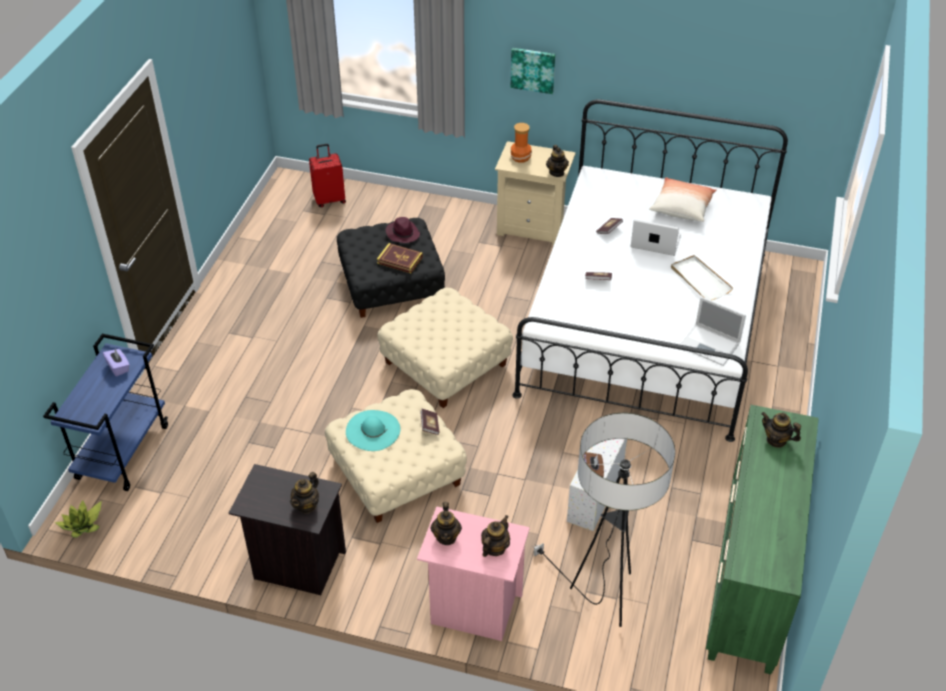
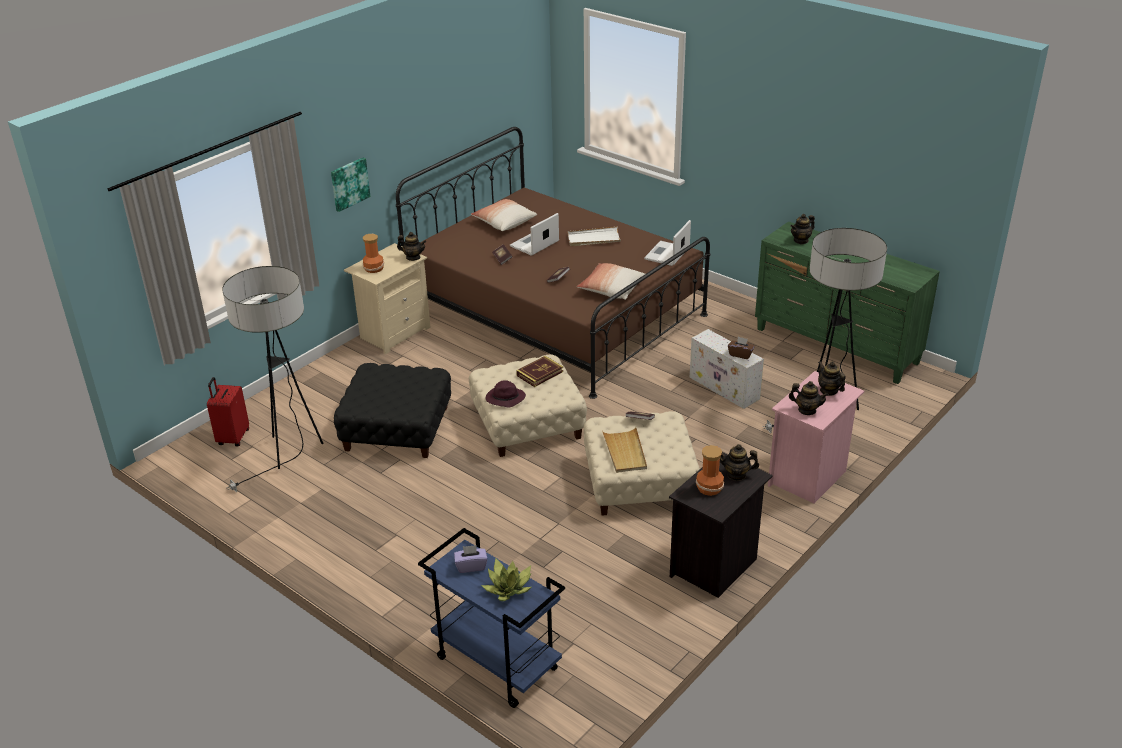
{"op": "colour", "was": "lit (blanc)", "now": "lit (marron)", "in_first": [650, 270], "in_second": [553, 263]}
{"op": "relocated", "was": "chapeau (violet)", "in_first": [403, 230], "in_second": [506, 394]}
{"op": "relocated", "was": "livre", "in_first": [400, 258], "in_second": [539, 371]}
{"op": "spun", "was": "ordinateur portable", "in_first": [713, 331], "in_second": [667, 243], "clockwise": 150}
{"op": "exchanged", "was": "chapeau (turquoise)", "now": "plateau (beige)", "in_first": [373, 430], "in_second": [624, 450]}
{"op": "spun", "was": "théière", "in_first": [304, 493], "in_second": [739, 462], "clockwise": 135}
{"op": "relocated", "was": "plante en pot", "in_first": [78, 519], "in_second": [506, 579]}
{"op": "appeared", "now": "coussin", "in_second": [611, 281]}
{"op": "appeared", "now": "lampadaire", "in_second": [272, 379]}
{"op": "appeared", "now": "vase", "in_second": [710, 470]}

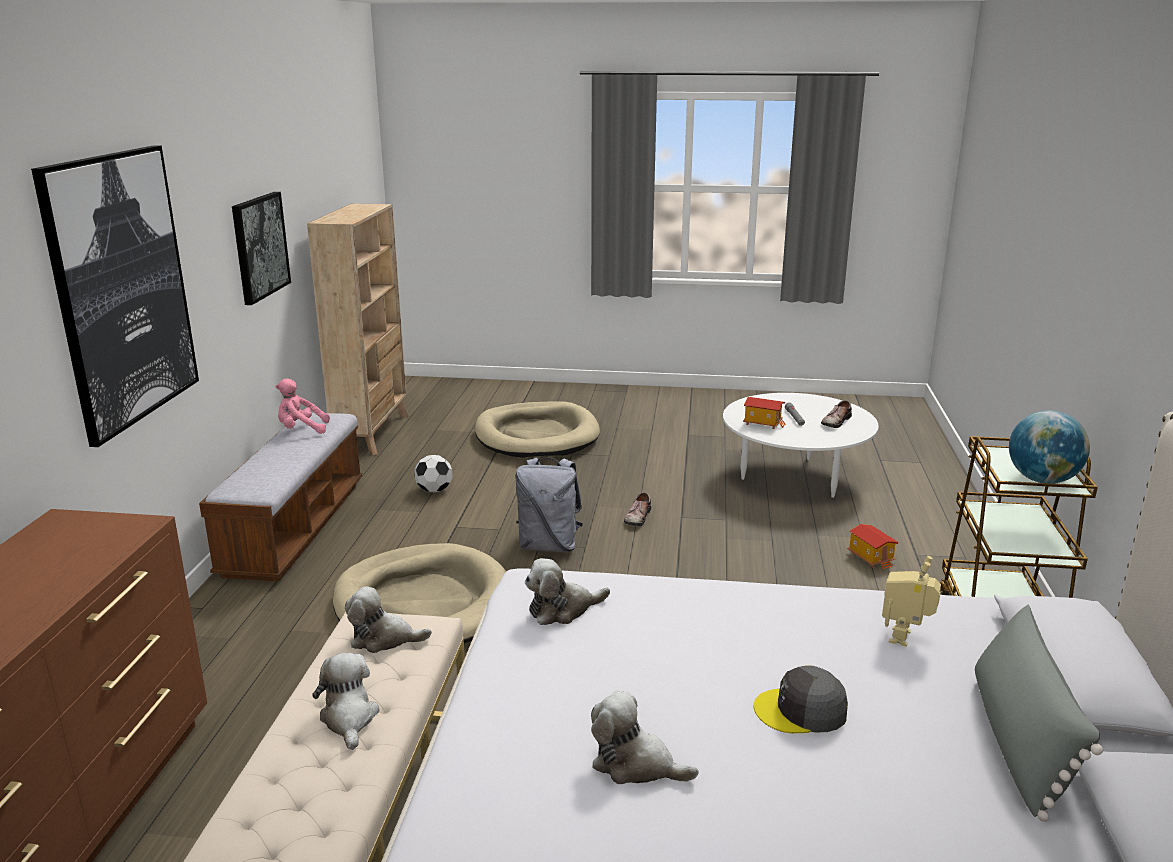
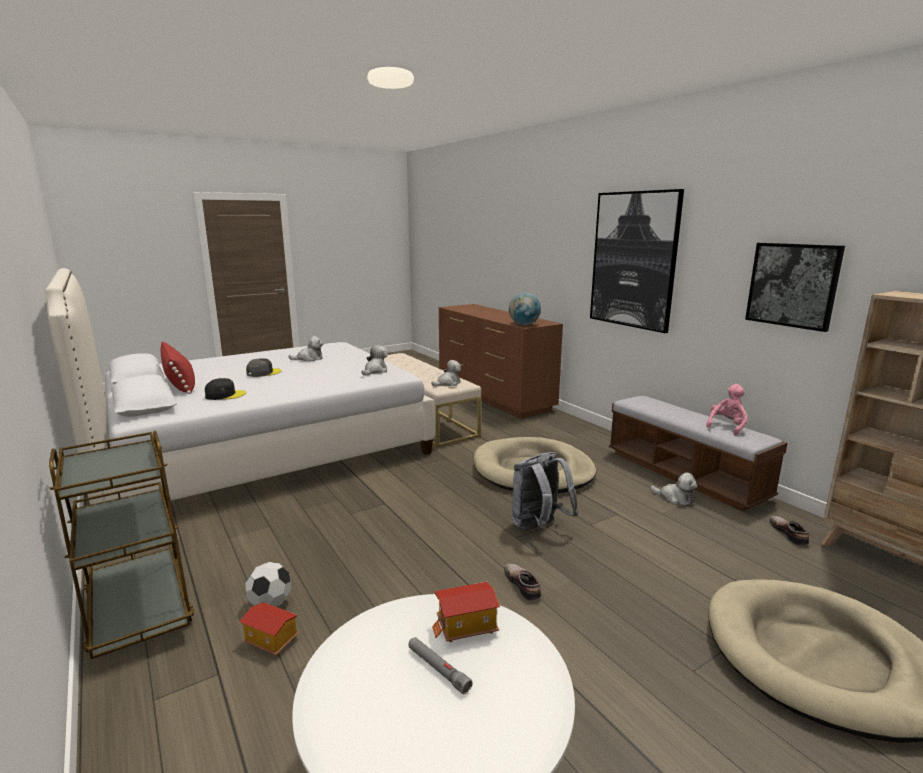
{"op": "relocated", "was": "chaussure", "in_first": [836, 414], "in_second": [789, 530]}
{"op": "relocated", "was": "globe", "in_first": [1049, 447], "in_second": [525, 309]}
{"op": "relocated", "was": "ballon de foot", "in_first": [433, 473], "in_second": [268, 584]}
{"op": "exchanged", "was": "robot jouet", "now": "casquette (noir)", "in_first": [911, 601], "in_second": [225, 389]}
{"op": "colour", "was": "coussin (gris)", "now": "coussin (rouge)", "in_first": [1039, 713], "in_second": [178, 367]}
{"op": "relocated", "was": "peluche", "in_first": [345, 701], "in_second": [673, 489]}

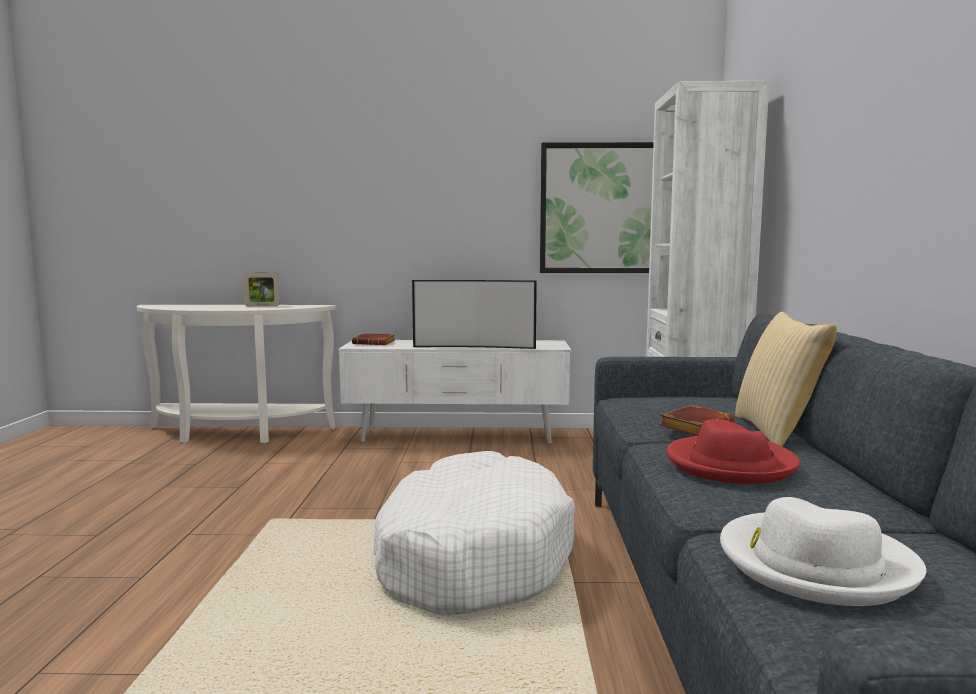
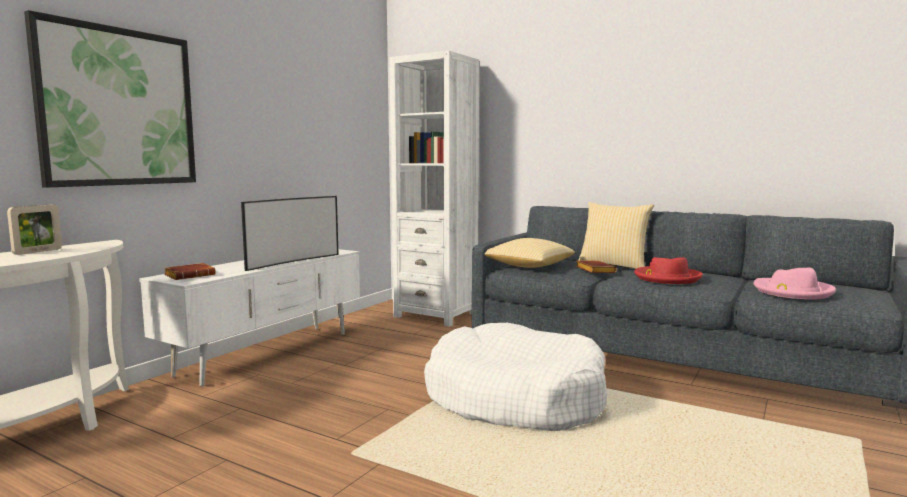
{"op": "relocated", "was": "tableau", "in_first": [597, 207], "in_second": [110, 99]}
{"op": "colour", "was": "chapeau (blanc)", "now": "chapeau (rose)", "in_first": [823, 551], "in_second": [795, 283]}
{"op": "appeared", "now": "coussin", "in_second": [530, 253]}

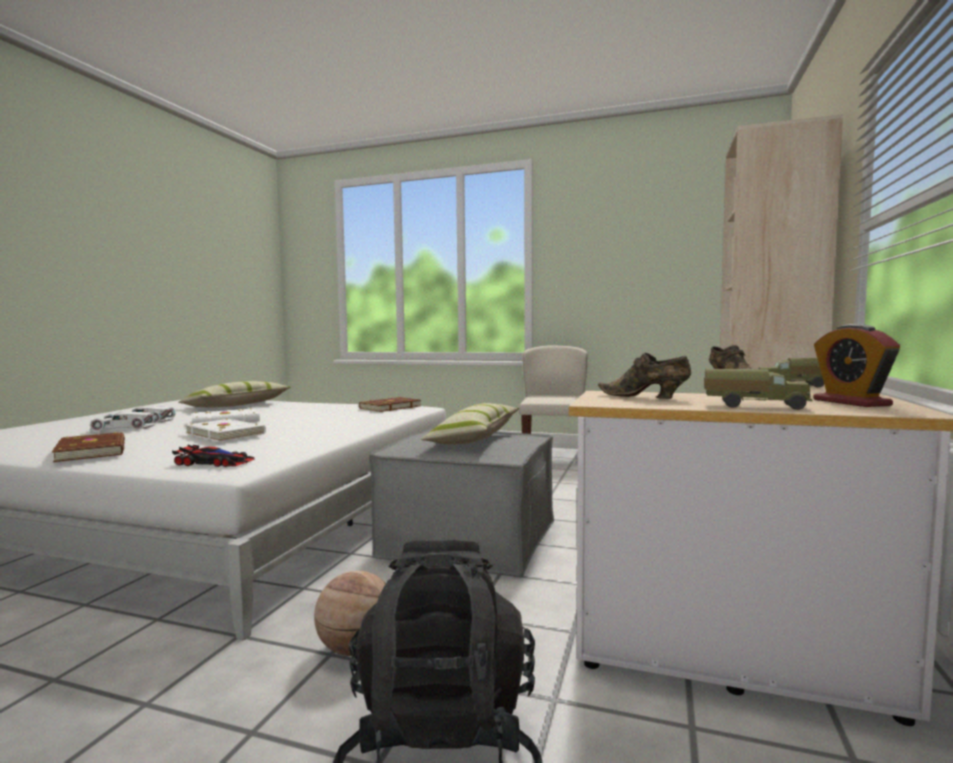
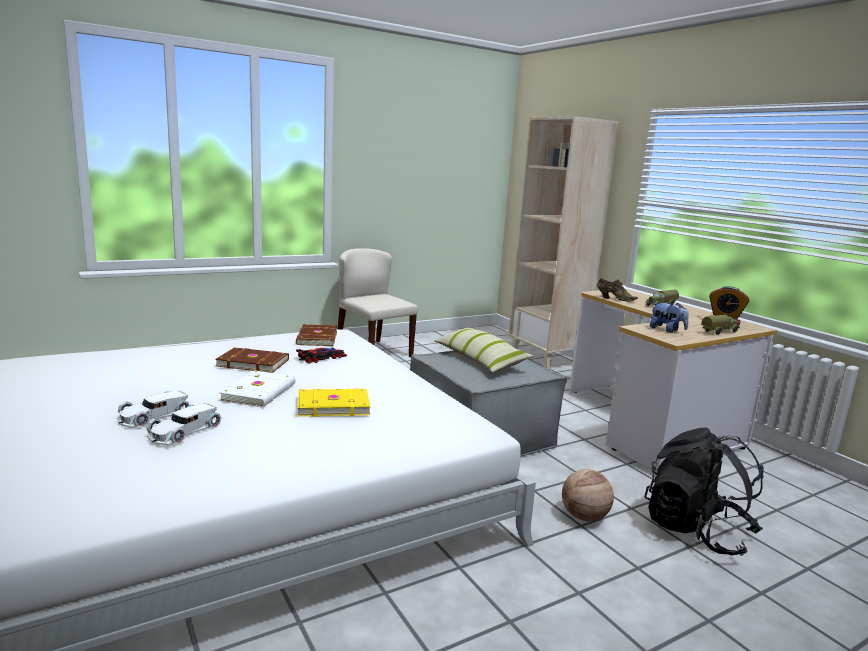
{"op": "exchanged", "was": "chaussure (marron)", "now": "peluche", "in_first": [644, 376], "in_second": [669, 318]}
{"op": "missing", "was": "coussin", "in_first": [235, 394]}
{"op": "colour", "was": "livre (blanc)", "now": "livre (jaune)", "in_first": [225, 430], "in_second": [333, 402]}
{"op": "relocated", "was": "livre (marron)", "in_first": [88, 447], "in_second": [252, 360]}
{"op": "relocated", "was": "petite voiture", "in_first": [213, 456], "in_second": [321, 356]}

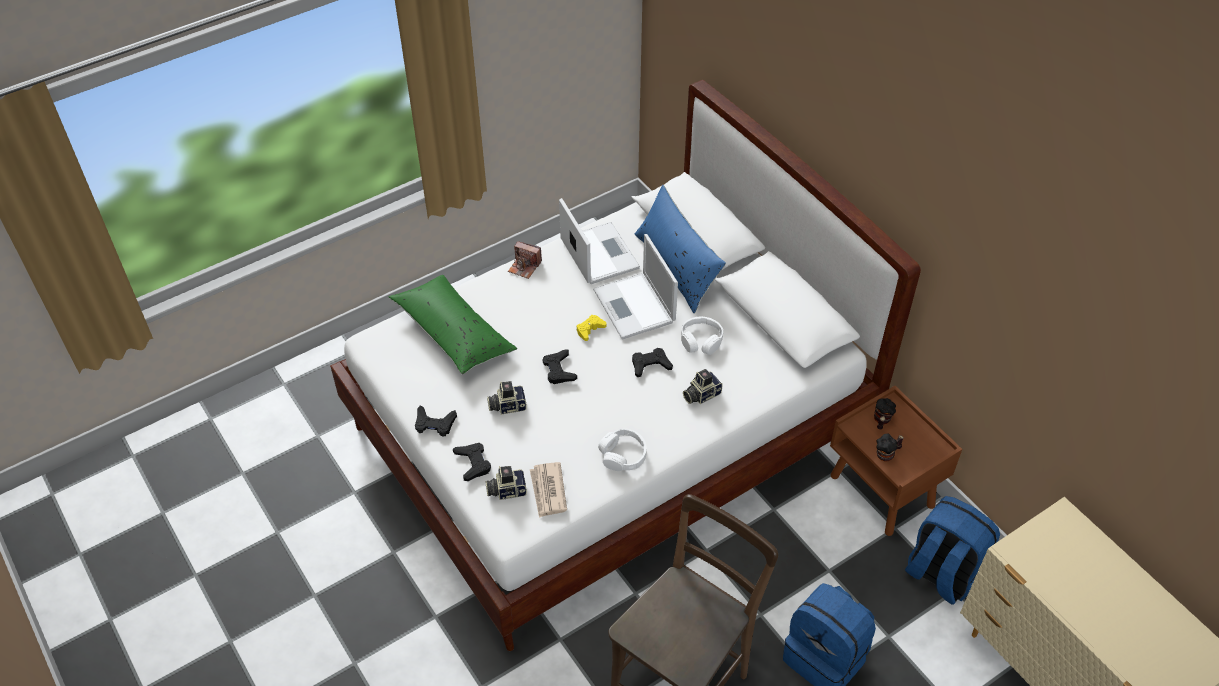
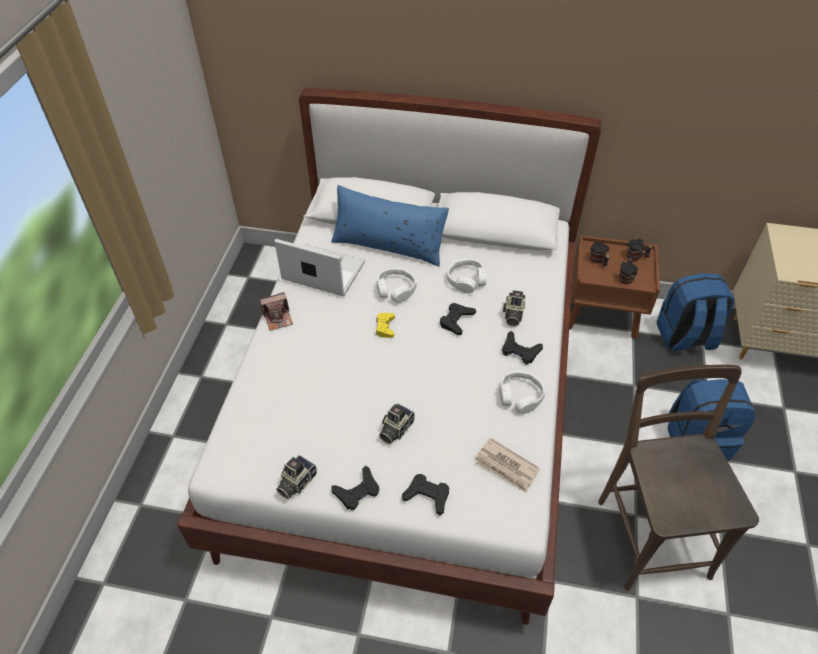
{"op": "exchanged", "was": "ordinateur portable", "now": "casque audio (blanc)", "in_first": [635, 287], "in_second": [396, 285]}
{"op": "missing", "was": "coussin (vert)", "in_first": [452, 325]}
{"op": "relocated", "was": "manette (noir)", "in_first": [560, 366], "in_second": [522, 348]}
{"op": "relocated", "was": "appareil photo", "in_first": [506, 483], "in_second": [296, 477]}
{"op": "appeared", "now": "mug", "in_second": [639, 250]}

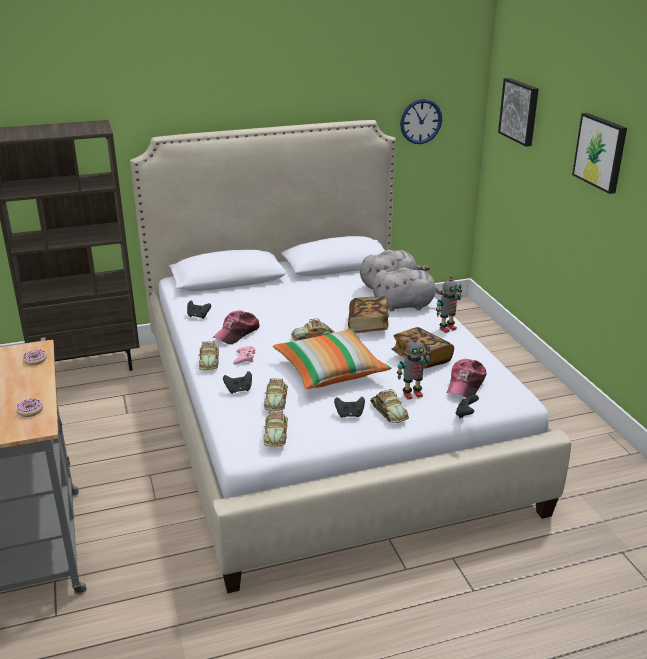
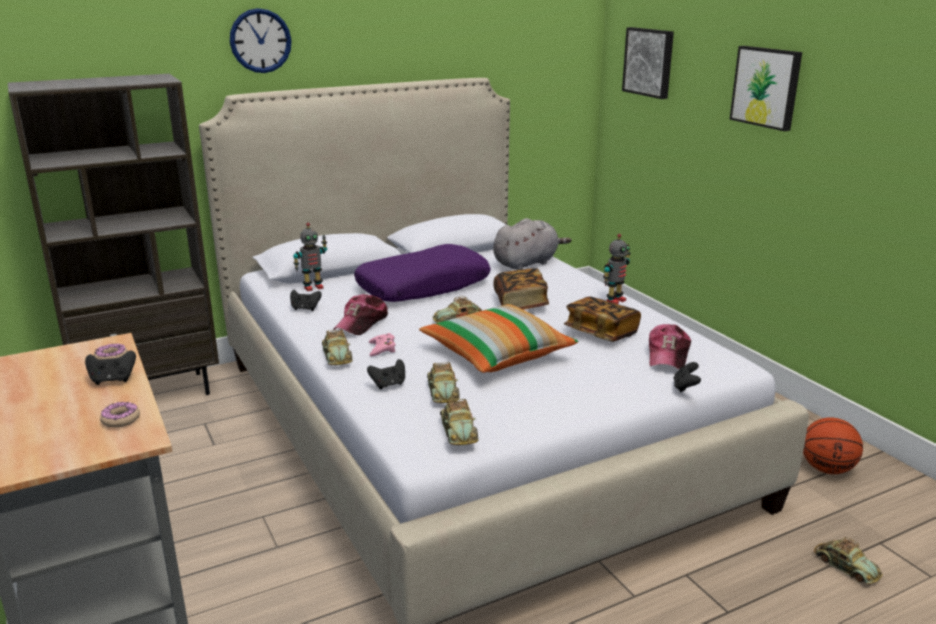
{"op": "relocated", "was": "horloge murale", "in_first": [421, 121], "in_second": [261, 40]}
{"op": "missing", "was": "peluche (gris)", "in_first": [408, 289]}
{"op": "relocated", "was": "robot jouet", "in_first": [414, 367], "in_second": [310, 257]}
{"op": "relocated", "was": "petite voiture", "in_first": [389, 406], "in_second": [848, 560]}
{"op": "relocated", "was": "manette (noir)", "in_first": [349, 407], "in_second": [110, 367]}
{"op": "appeared", "now": "coussin (violet)", "in_second": [422, 273]}
{"op": "appeared", "now": "ballon de basket", "in_second": [833, 445]}

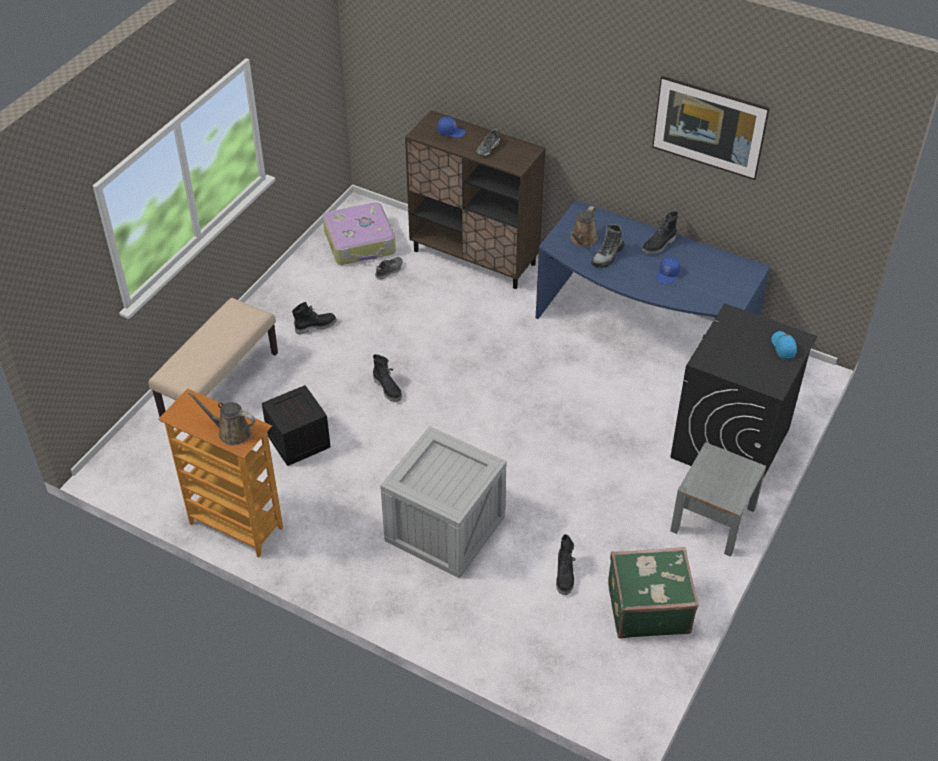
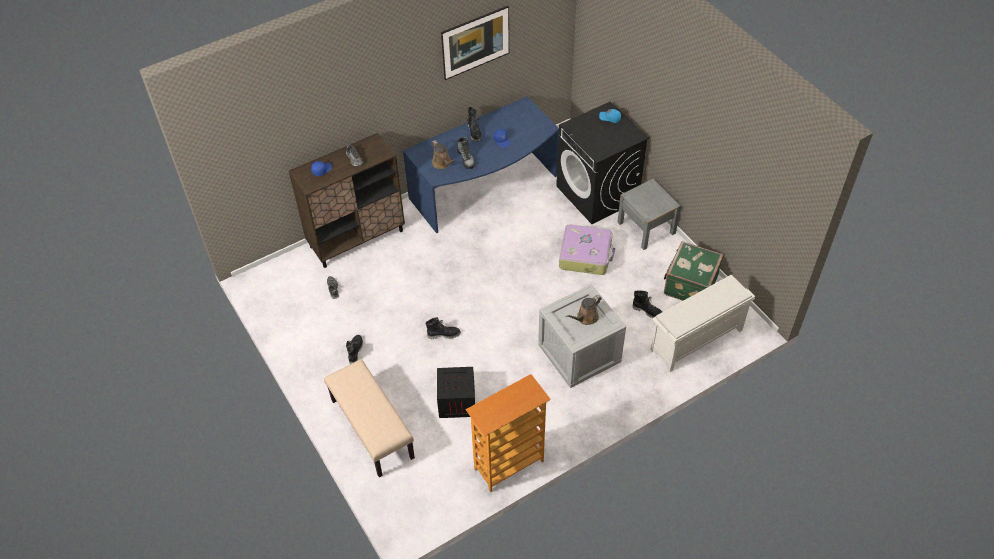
{"op": "relocated", "was": "valise", "in_first": [359, 233], "in_second": [587, 249]}
{"op": "relocated", "was": "arrosoir (marron)", "in_first": [221, 418], "in_second": [584, 310]}
{"op": "appeared", "now": "étagère à chaussures (blanc)", "in_second": [702, 323]}

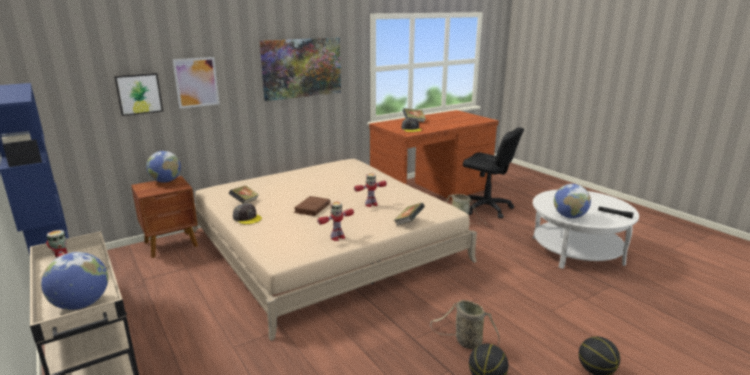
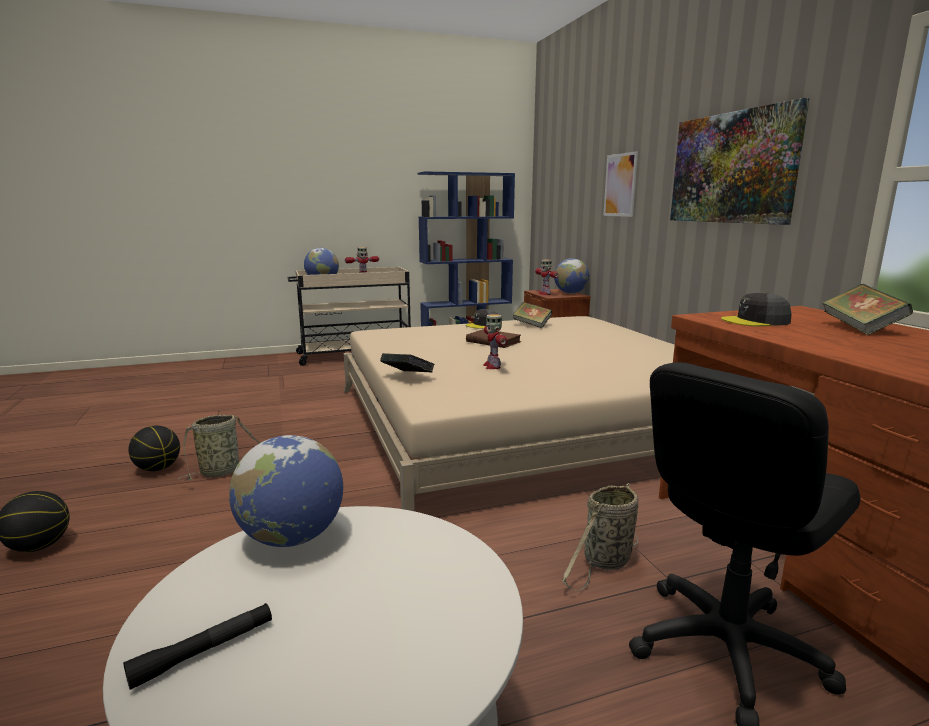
{"op": "missing", "was": "tableau", "in_first": [138, 94]}
{"op": "relocated", "was": "robot jouet", "in_first": [335, 221], "in_second": [546, 277]}

